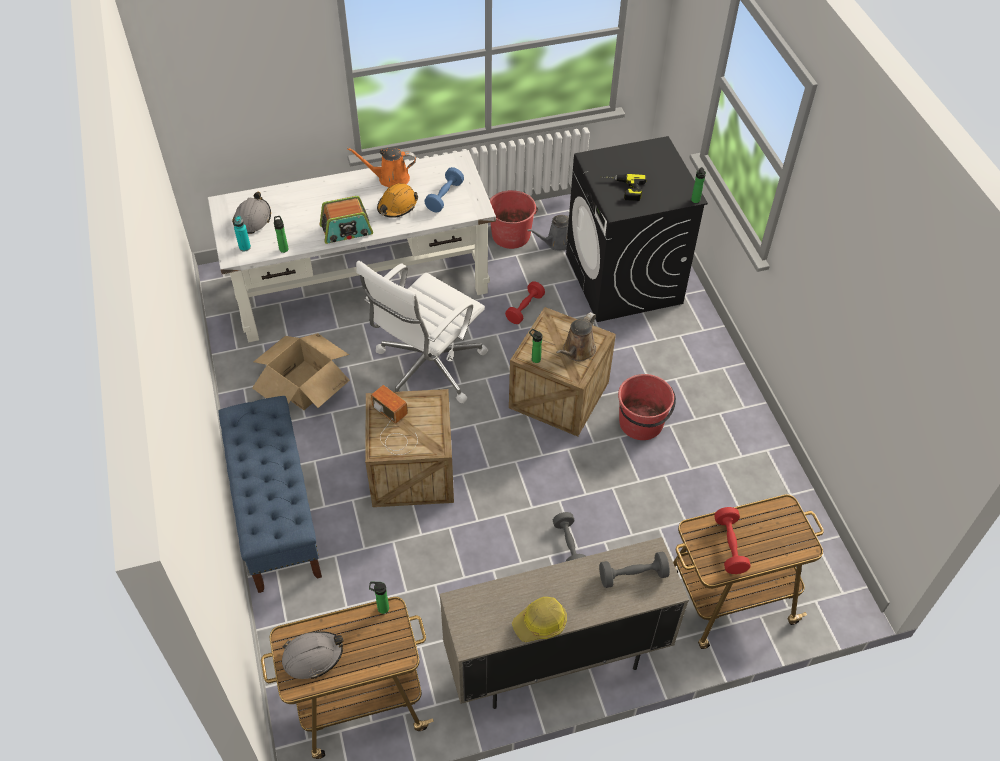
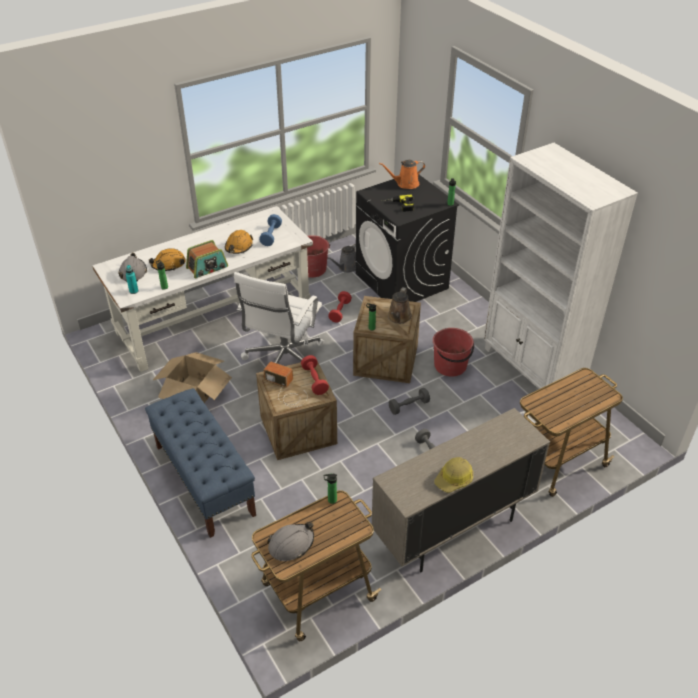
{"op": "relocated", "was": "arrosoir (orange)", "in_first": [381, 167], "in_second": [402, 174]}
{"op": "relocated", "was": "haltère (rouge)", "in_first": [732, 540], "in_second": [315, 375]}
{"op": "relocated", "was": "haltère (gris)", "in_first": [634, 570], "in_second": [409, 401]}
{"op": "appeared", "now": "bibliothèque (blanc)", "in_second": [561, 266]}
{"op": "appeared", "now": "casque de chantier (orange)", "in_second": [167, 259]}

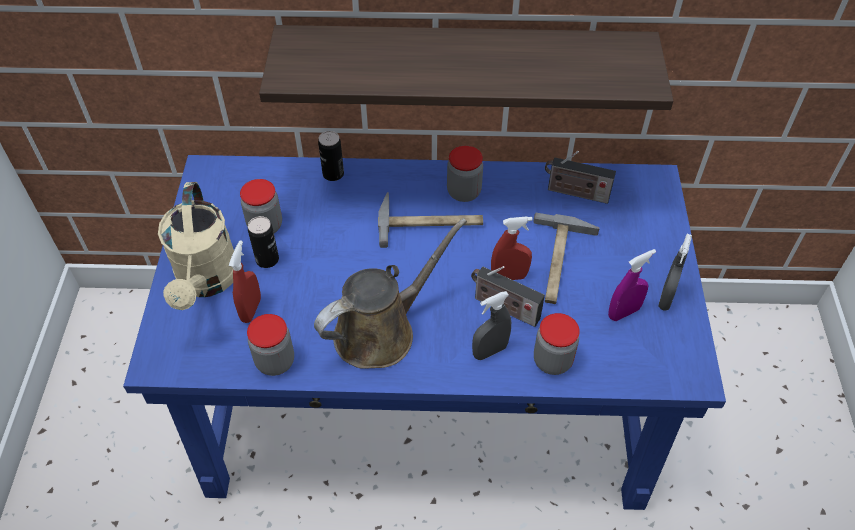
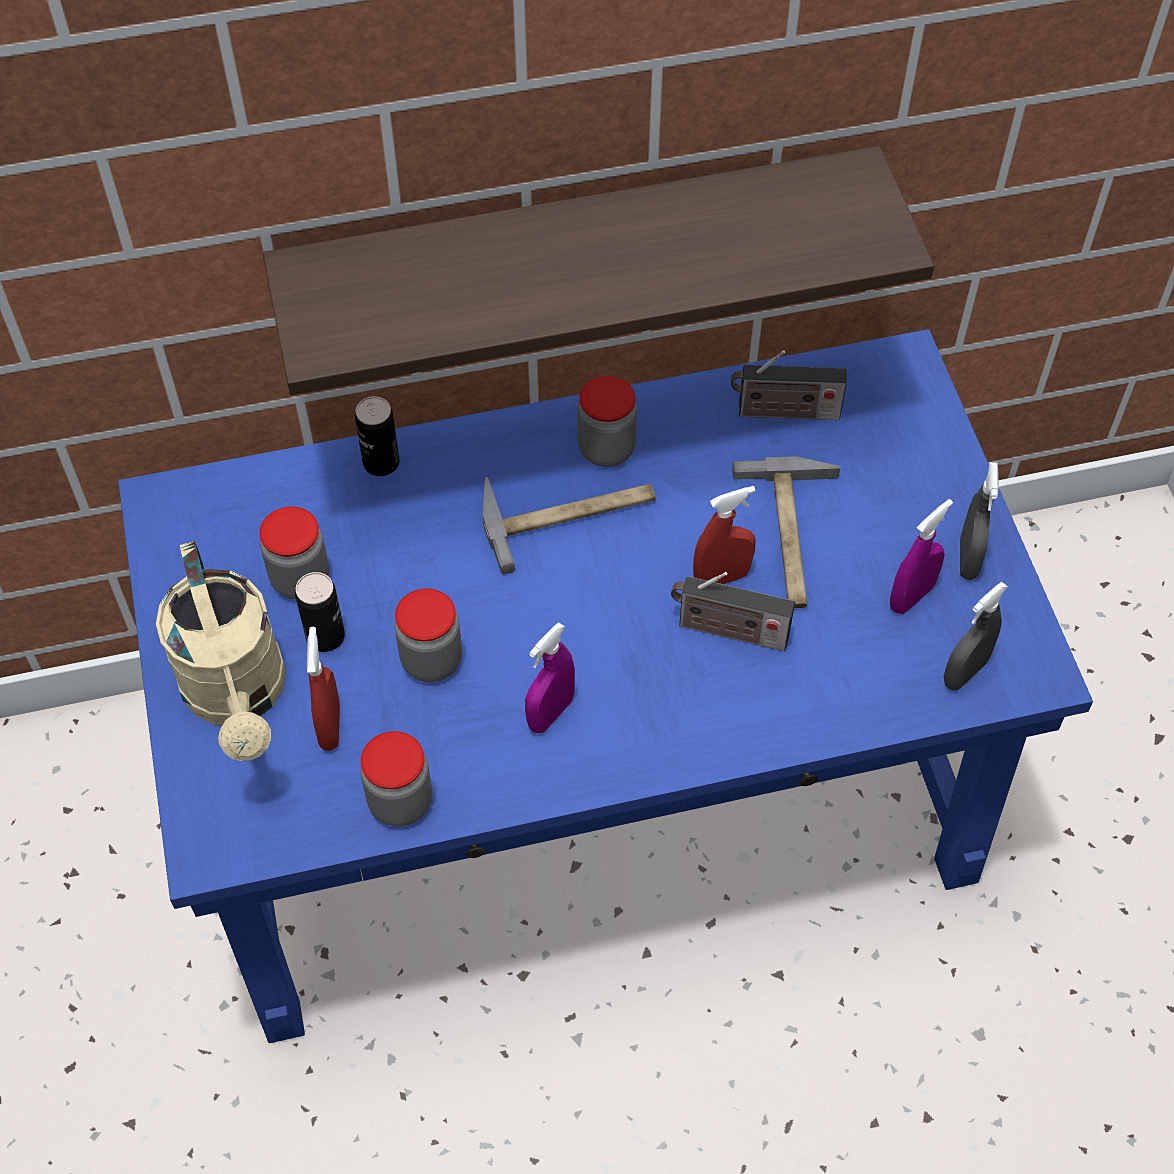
{"op": "exchanged", "was": "arrosoir (marron)", "now": "vaporisateur (violet)", "in_first": [390, 293], "in_second": [550, 677]}
{"op": "relocated", "was": "vaporisateur (gris)", "in_first": [491, 325], "in_second": [976, 636]}
{"op": "relocated", "was": "bocal", "in_first": [557, 344], "in_second": [428, 635]}

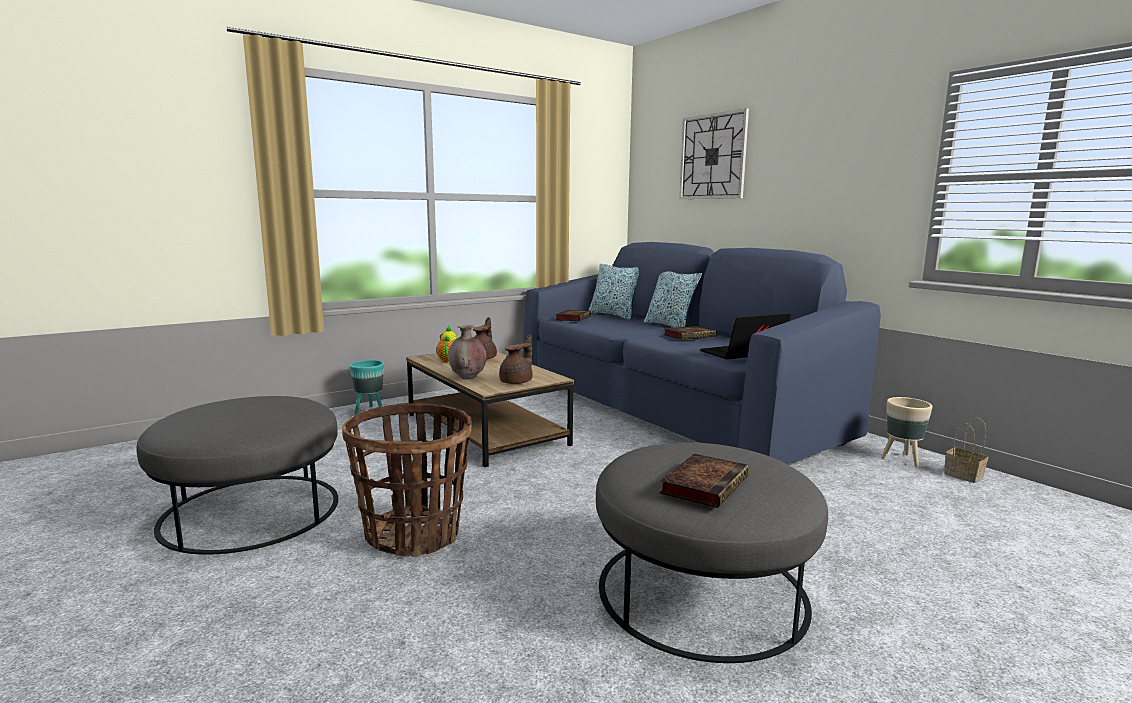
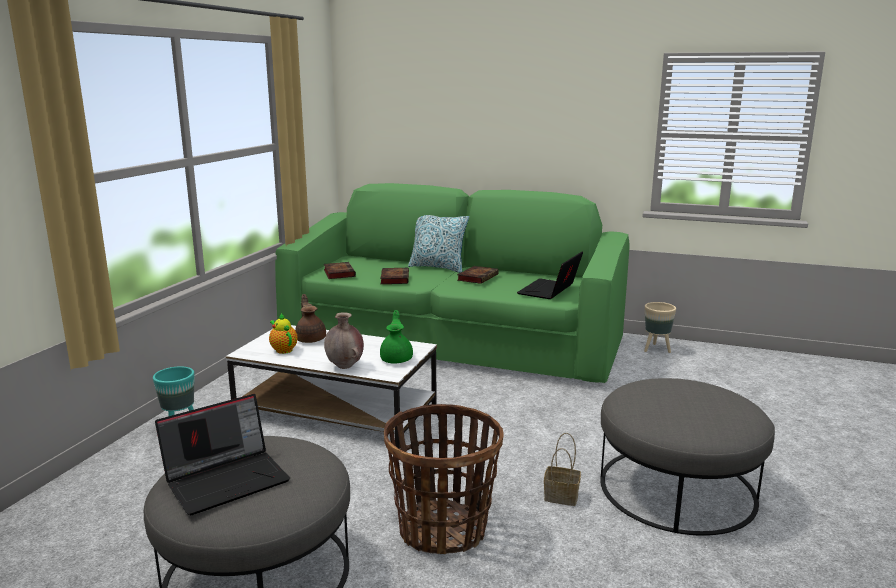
{"op": "missing", "was": "horloge murale", "in_first": [714, 153]}
{"op": "colour", "was": "canapé (bleu)", "now": "canapé (vert)", "in_first": [702, 353], "in_second": [452, 283]}
{"op": "missing", "was": "coussin", "in_first": [613, 292]}
{"op": "colour", "was": "théière (marron)", "now": "théière (vert)", "in_first": [516, 359], "in_second": [396, 337]}
{"op": "colour", "was": "table basse (marron)", "now": "table basse (blanc)", "in_first": [490, 409], "in_second": [331, 387]}
{"op": "relocated", "was": "panier", "in_first": [966, 450], "in_second": [562, 469]}
{"op": "relocated", "was": "livre", "in_first": [704, 481], "in_second": [394, 276]}
{"op": "appeared", "now": "ordinateur portable", "in_second": [222, 455]}

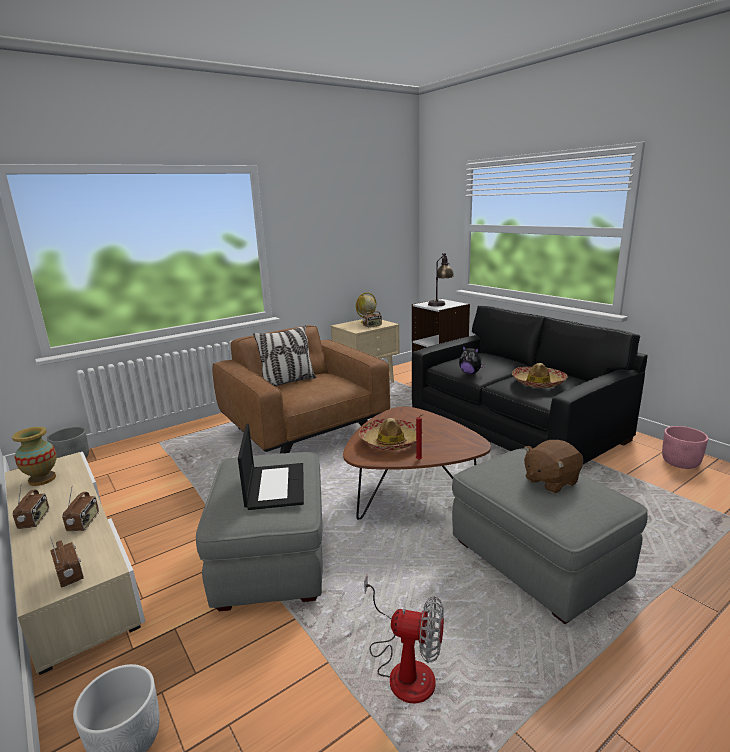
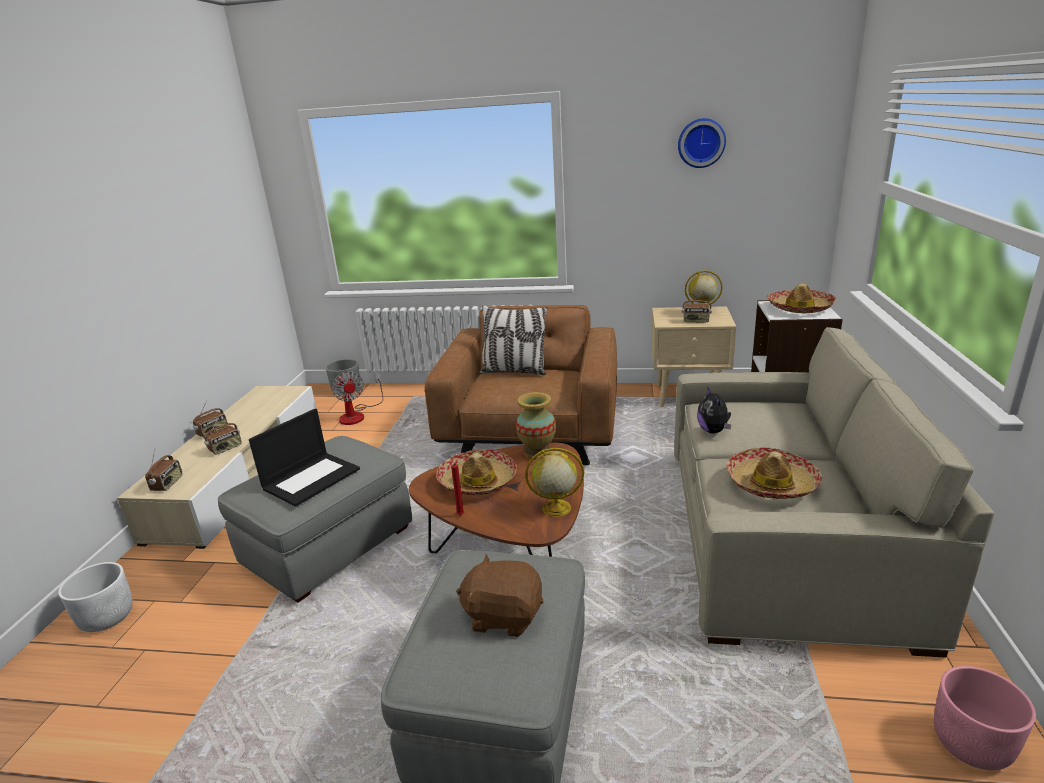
{"op": "exchanged", "was": "lampe de table", "now": "chapeau", "in_first": [441, 279], "in_second": [801, 298]}
{"op": "colour", "was": "canapé (noir)", "now": "canapé (beige)", "in_first": [530, 385], "in_second": [834, 492]}
{"op": "relocated", "was": "vase", "in_first": [34, 456], "in_second": [536, 426]}
{"op": "relocated", "was": "ventilateur", "in_first": [404, 639], "in_second": [357, 398]}
{"op": "appeared", "now": "horloge murale", "in_second": [702, 143]}
{"op": "appeared", "now": "globe", "in_second": [554, 482]}

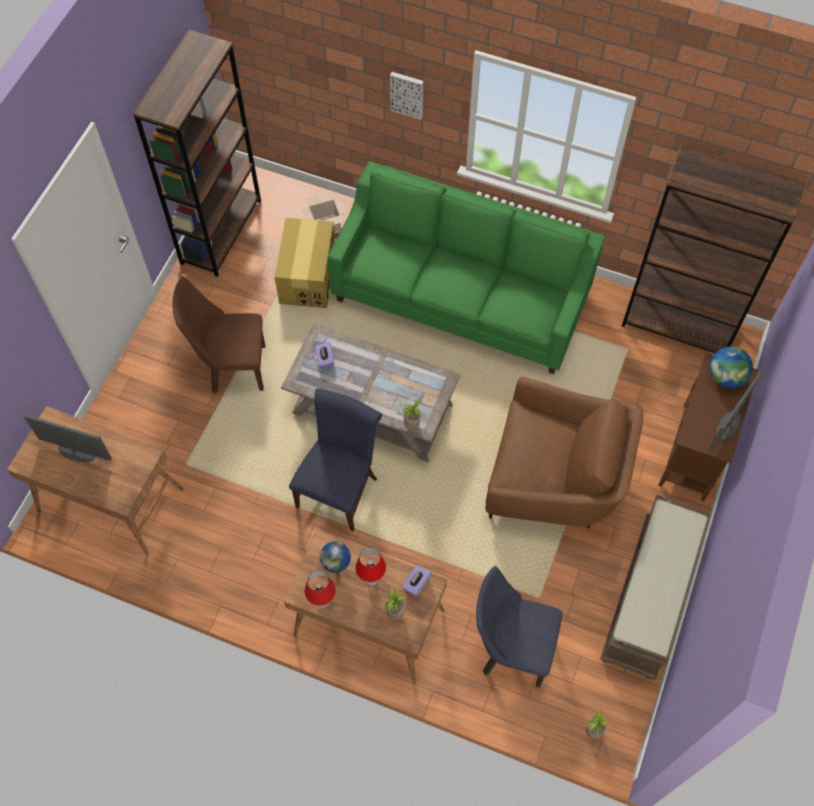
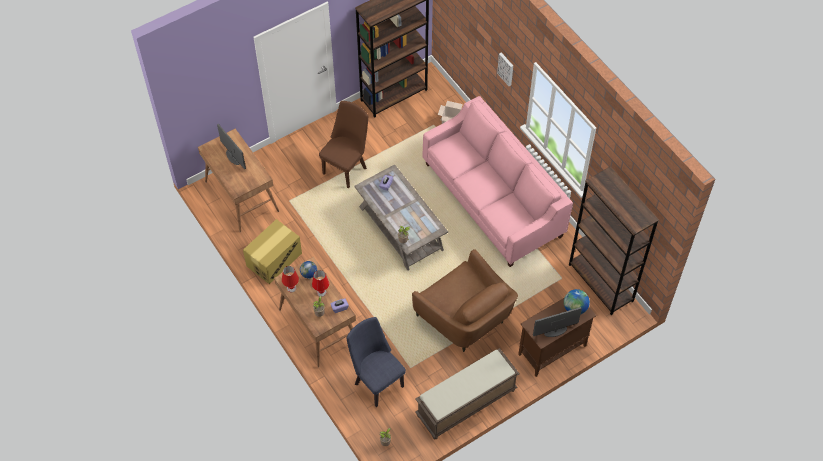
{"op": "colour", "was": "canapé (vert)", "now": "canapé (rose)", "in_first": [466, 267], "in_second": [497, 181]}
{"op": "relocated", "was": "carton", "in_first": [304, 263], "in_second": [272, 251]}
{"op": "spun", "was": "chaise (marron)", "in_first": [219, 334], "in_second": [343, 144], "clockwise": 90}
{"op": "missing", "was": "chaise (bleu)", "in_first": [335, 459]}

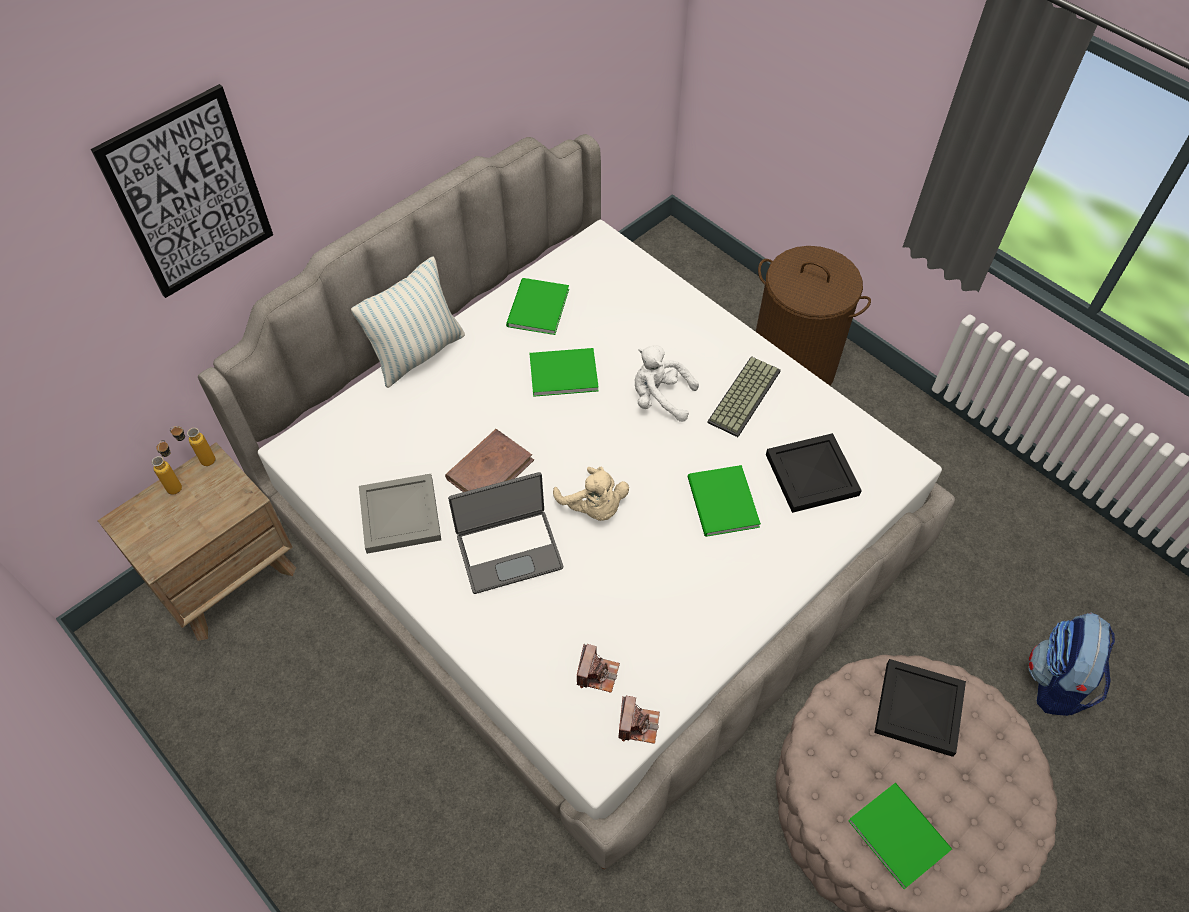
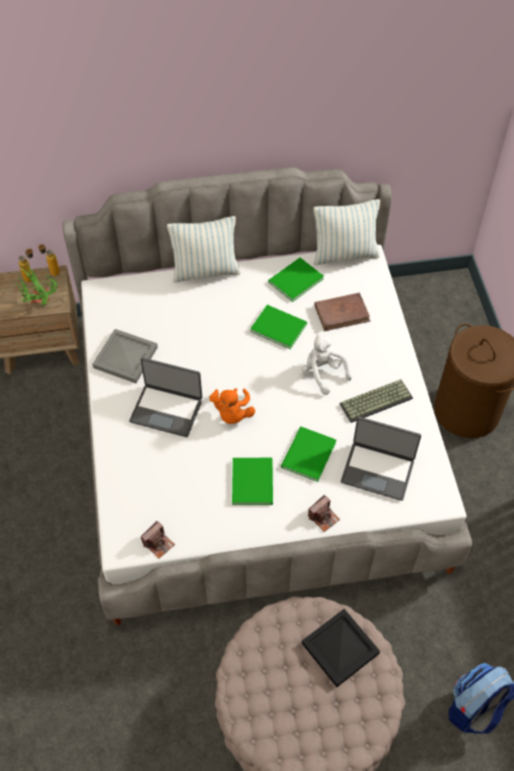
{"op": "missing", "was": "tableau", "in_first": [182, 191]}
{"op": "relocated", "was": "livre (marron)", "in_first": [489, 460], "in_second": [342, 312]}
{"op": "exchanged", "was": "plateau (noir)", "now": "ordinateur portable", "in_first": [814, 473], "in_second": [381, 459]}
{"op": "colour", "was": "peluche (beige)", "now": "peluche (orange)", "in_first": [591, 494], "in_second": [232, 406]}
{"op": "relocated", "was": "appareil photo", "in_first": [598, 668], "in_second": [324, 513]}
{"op": "relocated", "was": "livre (vert)", "in_first": [900, 836], "in_second": [252, 481]}
{"op": "appeared", "now": "coussin", "in_second": [346, 232]}
{"op": "appeared", "now": "plante en pot", "in_second": [35, 285]}

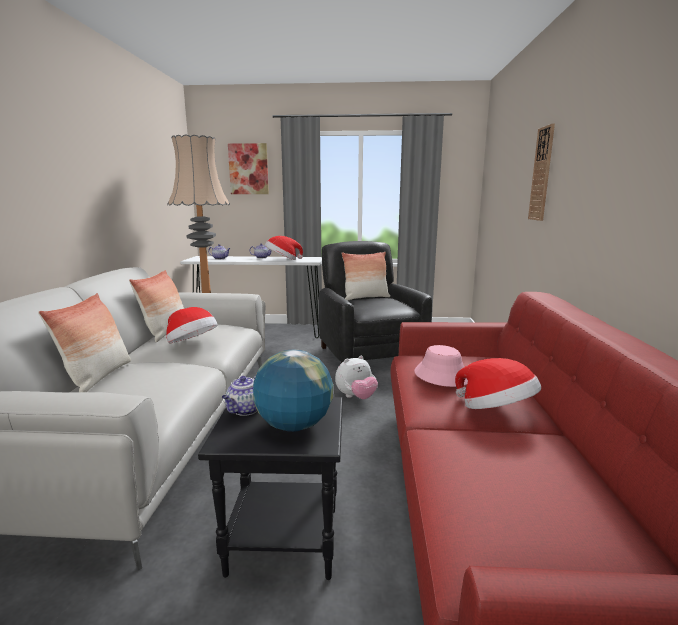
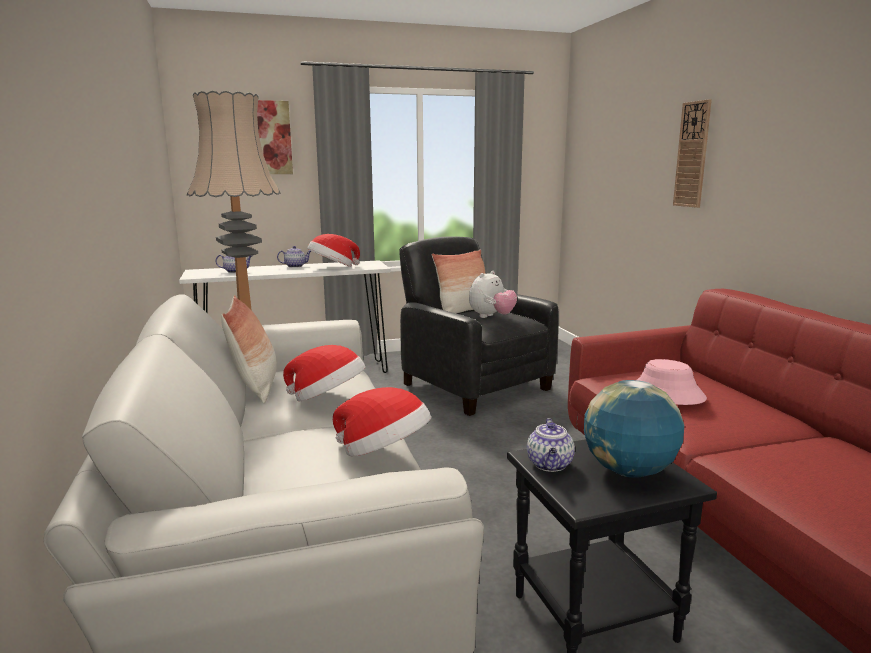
{"op": "missing", "was": "coussin", "in_first": [84, 342]}
{"op": "relocated", "was": "peluche", "in_first": [356, 377], "in_second": [493, 294]}
{"op": "relocated", "was": "chapeau", "in_first": [498, 383], "in_second": [382, 421]}

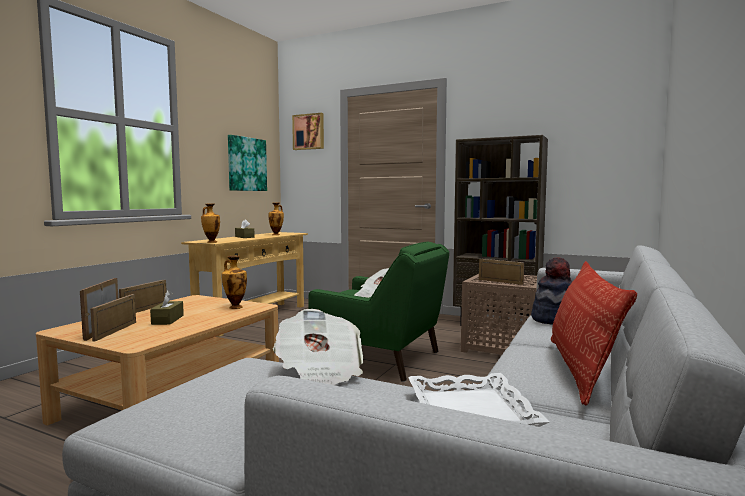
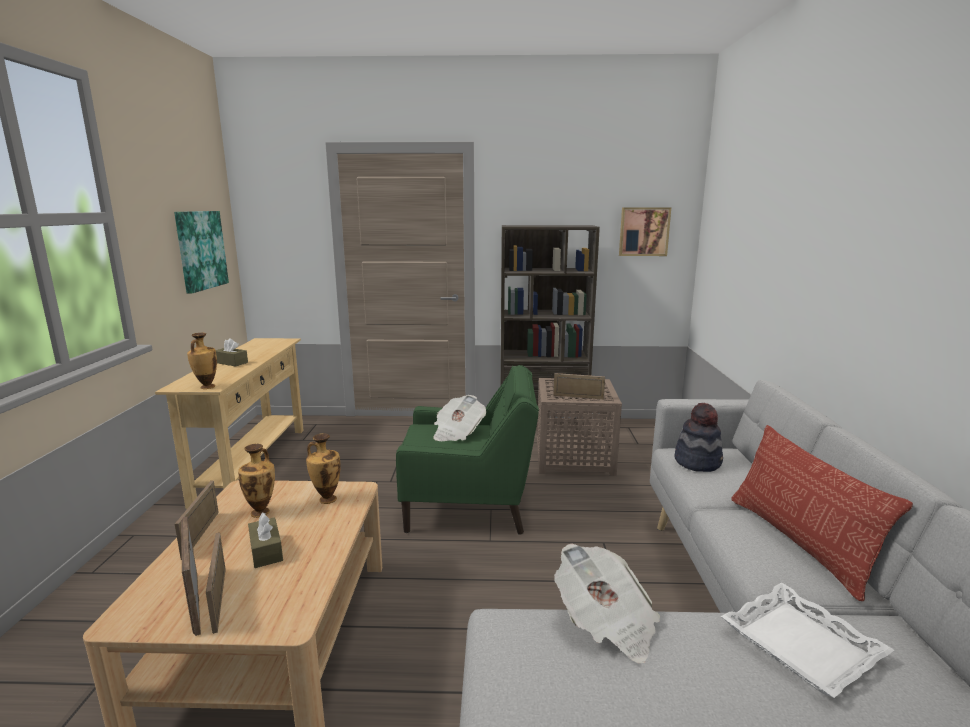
{"op": "relocated", "was": "tableau", "in_first": [308, 131], "in_second": [645, 231]}
{"op": "relocated", "was": "vase", "in_first": [276, 219], "in_second": [256, 481]}

